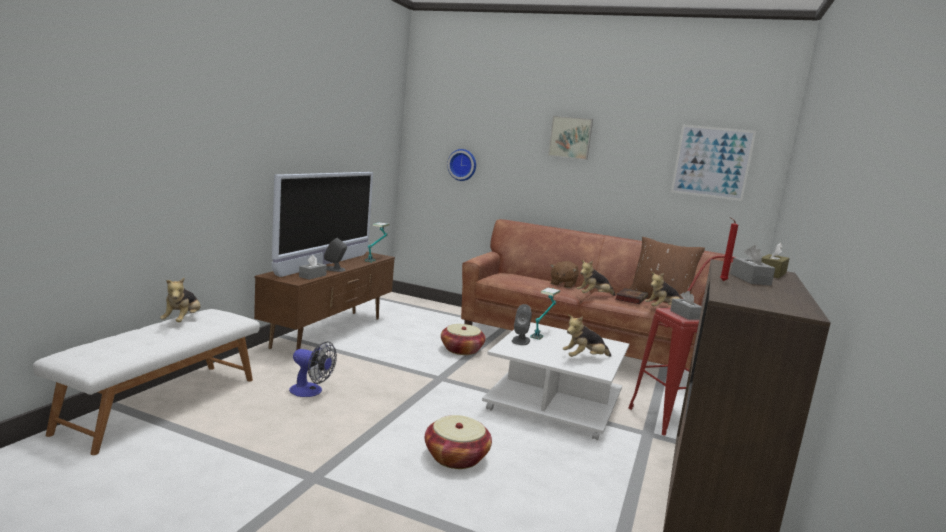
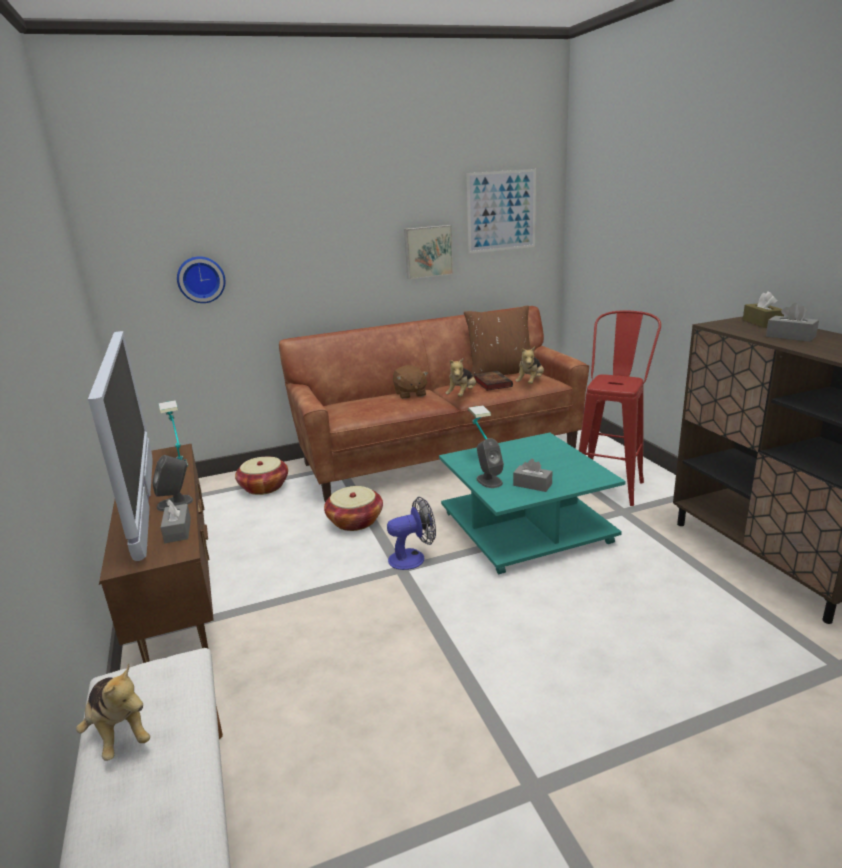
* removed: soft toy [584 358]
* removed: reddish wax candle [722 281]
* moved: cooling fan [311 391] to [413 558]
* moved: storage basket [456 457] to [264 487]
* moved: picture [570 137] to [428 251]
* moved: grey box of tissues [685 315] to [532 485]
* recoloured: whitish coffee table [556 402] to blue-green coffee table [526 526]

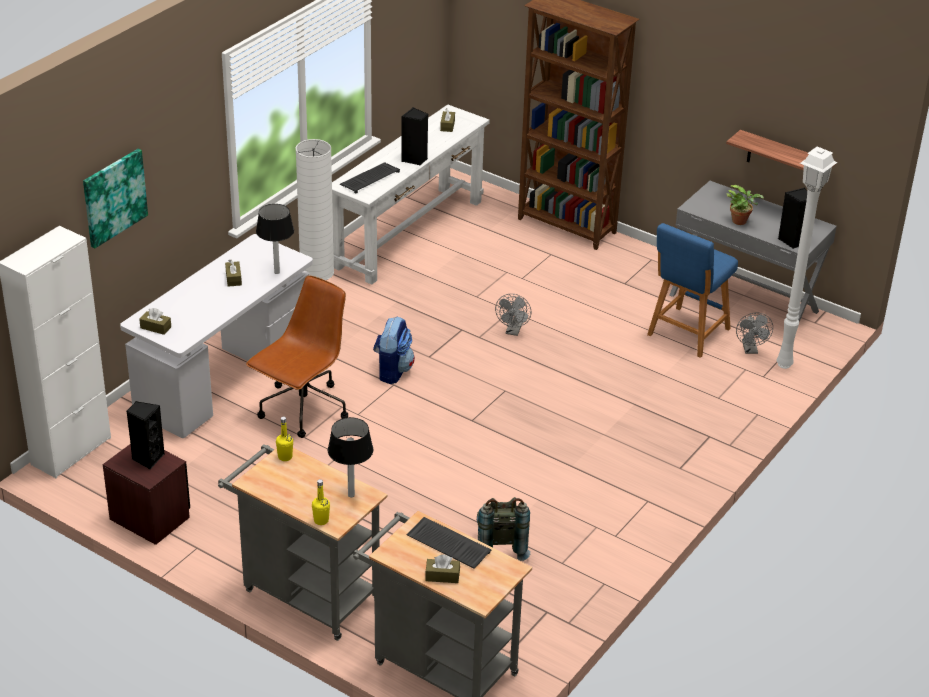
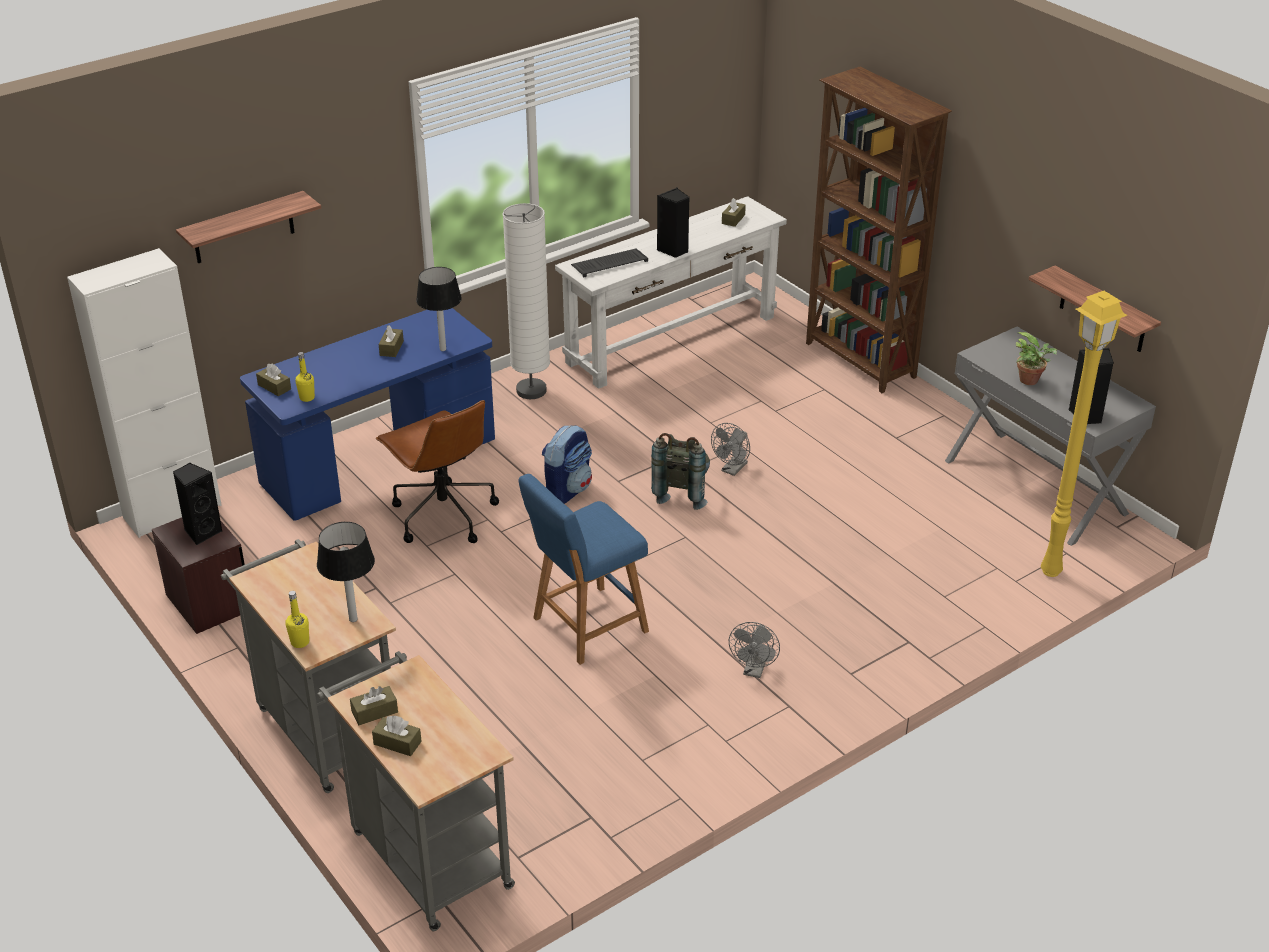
* removed: keyboard [447 544]
* added: brownish box of tissues [374 712]
* moved: yellowish drink bottle [285 457] to [307 398]
* moved: grey backpack [500 545] to [682 492]
* moved: blue-coloured sitting stool [686 334] to [585 627]
* moved: grey cooling fan [750 350] to [754 671]
* replaced: picture [114 197] to wall shelf [243 228]
* recoloured: whitish desk table [224 377] to blue-coloured desk table [379 462]
* recoloured: whitish standing lamp [785 364] to yellowish standing lamp [1052 571]
* turned: brownish office chair [303 410] = [442 514] 90 degrees clockwise

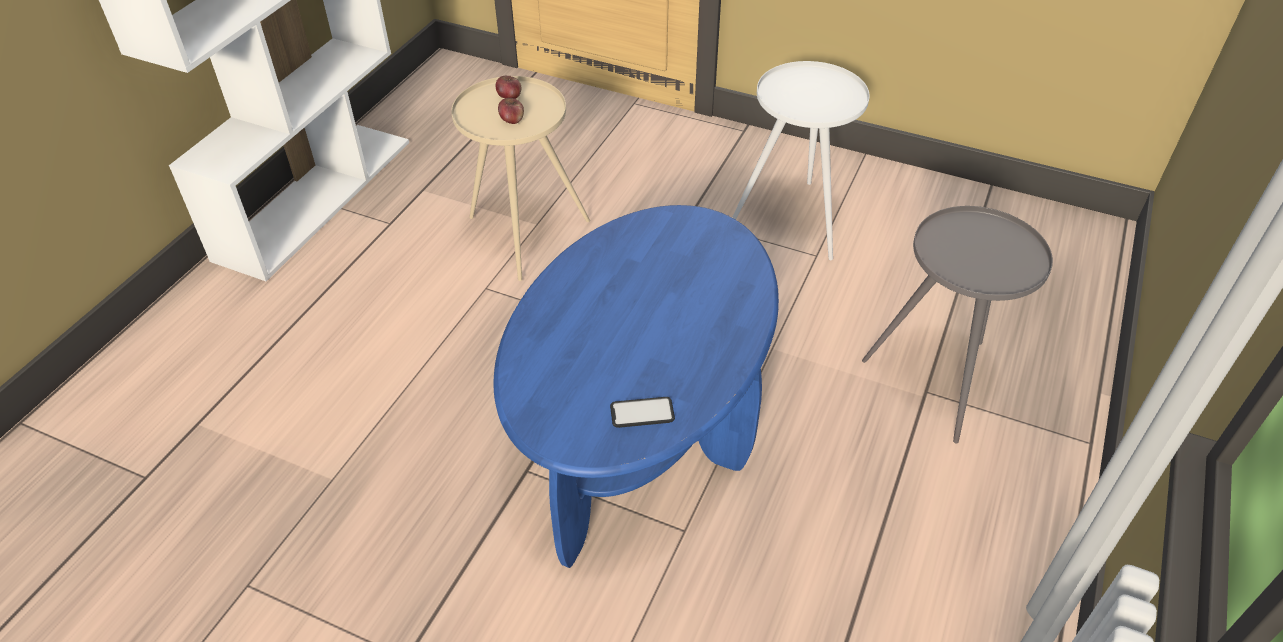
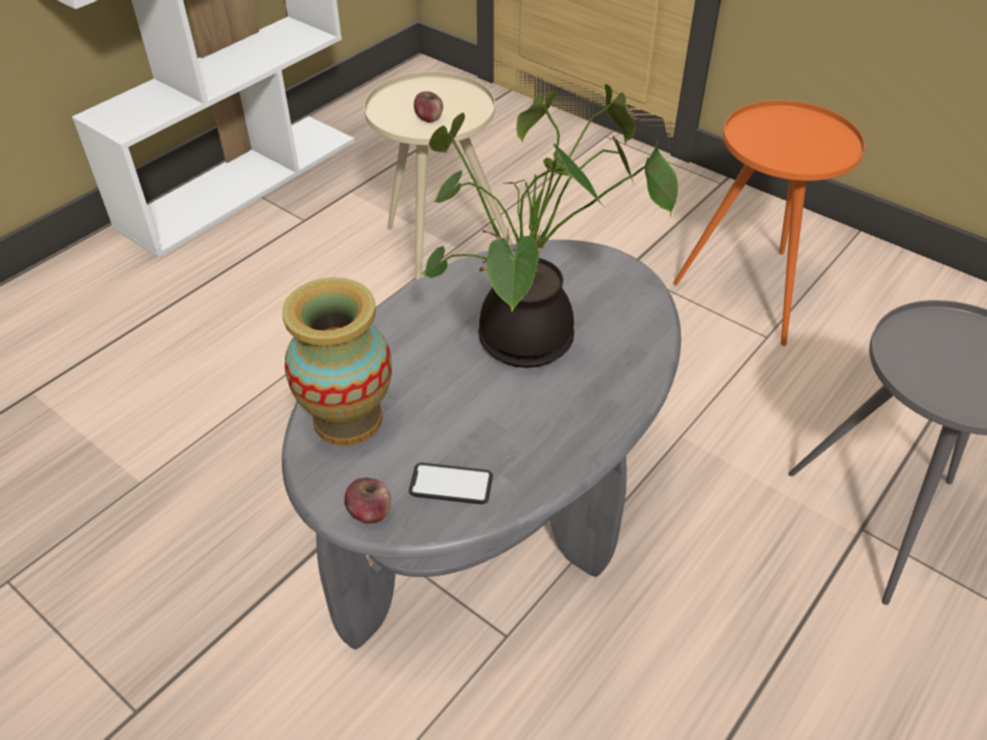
* added: flower vase [348 419]
* added: houseplant [527 345]
* moved: whole apple [509 97] to [370 512]
* recoloured: blue-coloured coffee table [641 434] to grey coffee table [493 506]
* recoloured: whitish side table [794 219] to orange side table [752 290]

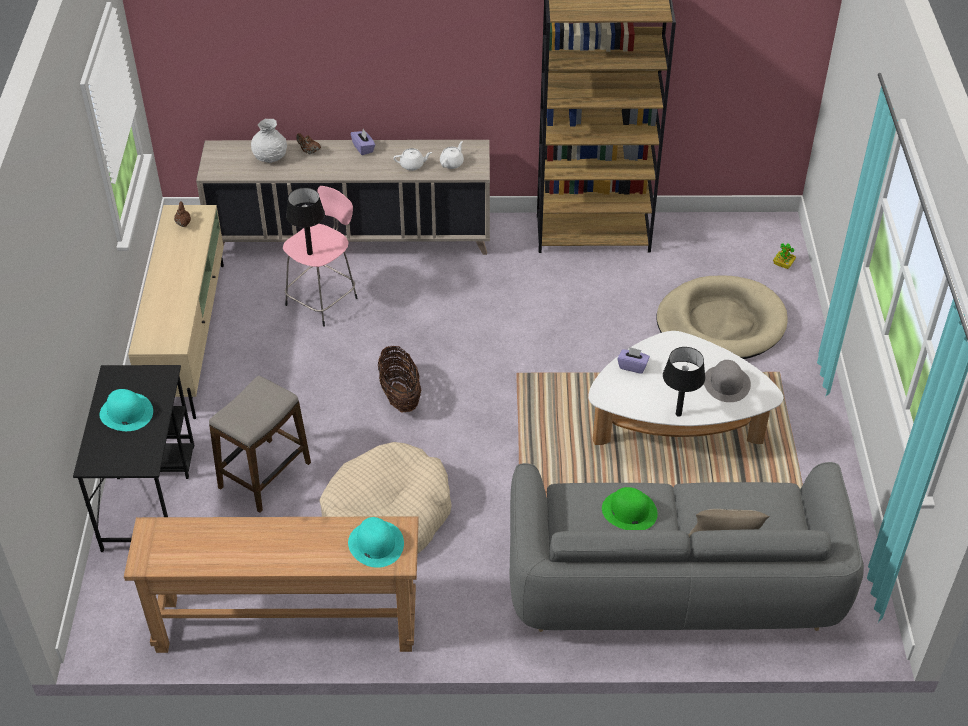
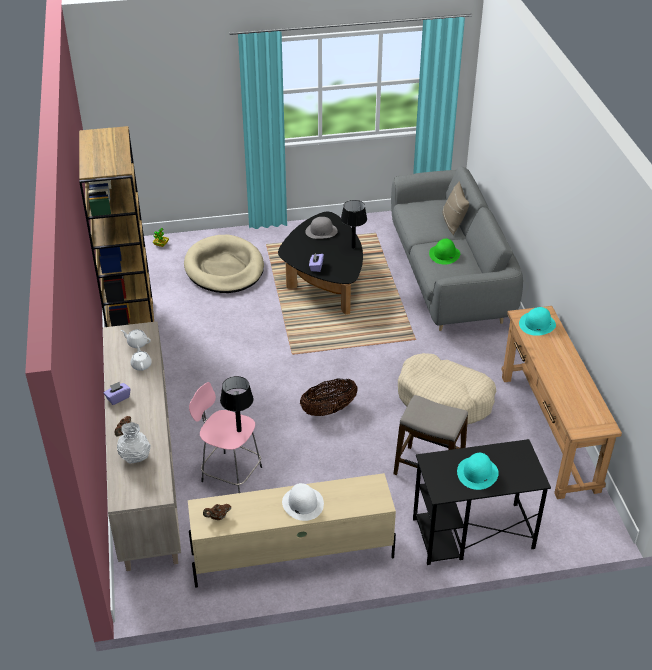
* added: whitish wearable hat [302 503]
* recoloured: whitish coffee table [676 427] to blackish coffee table [324 282]

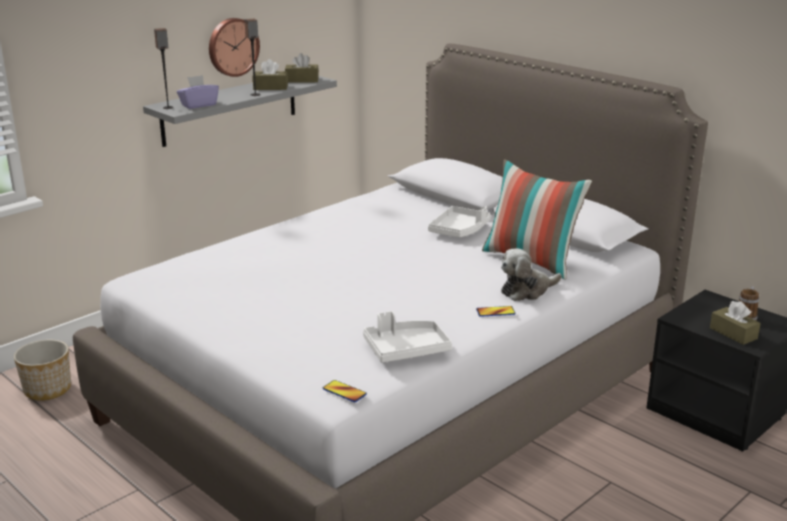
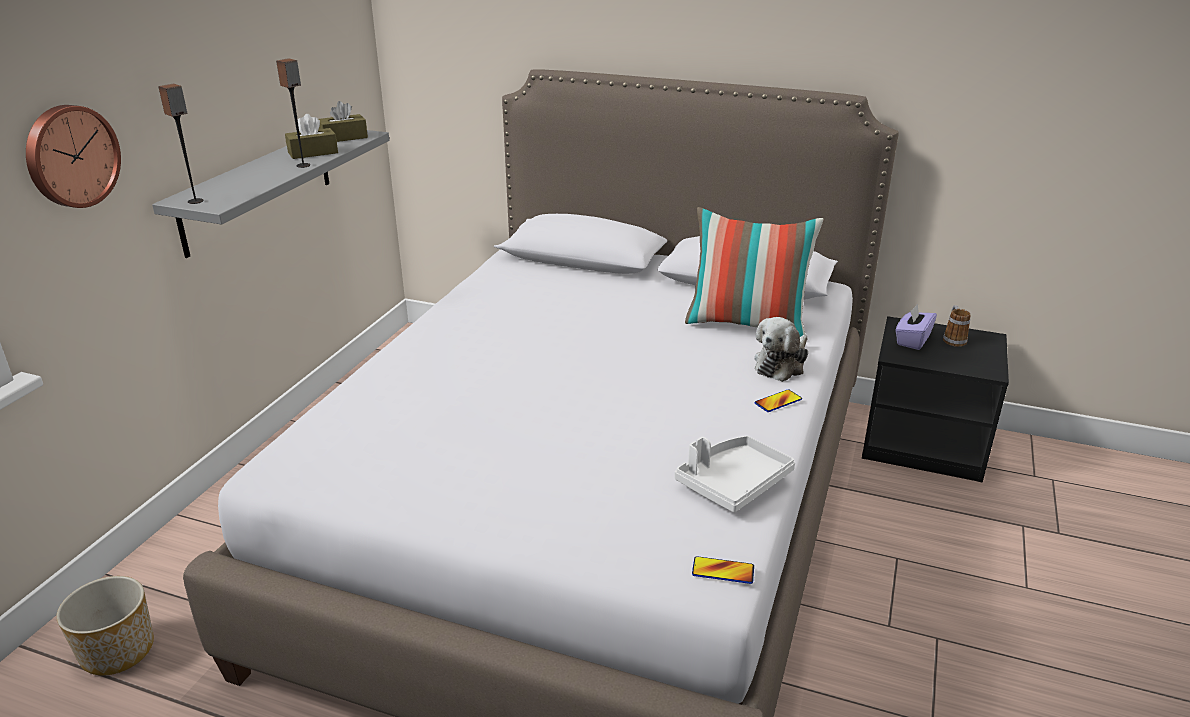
* removed: whitish serving tray [459 230]
* removed: brownish box of tissues [733 333]
* moved: purple box of tissues [198 105] to [912 340]
* moved: hanging clock [232 47] to [70 156]

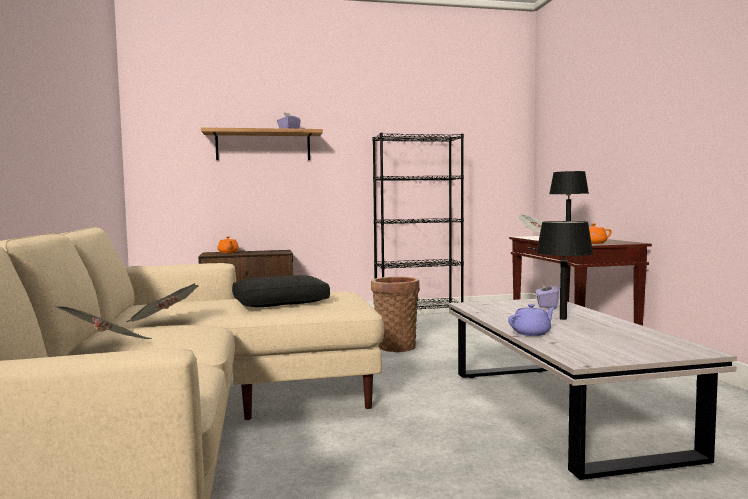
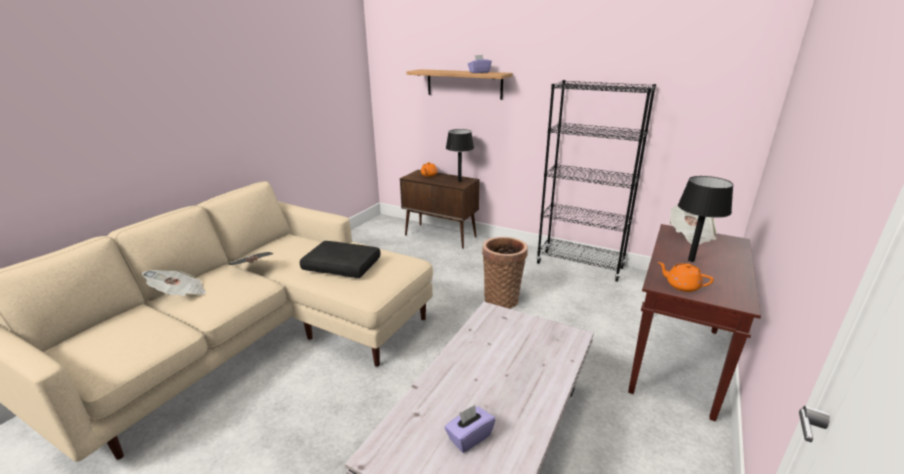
* removed: purple teapot [532 333]
* moved: purple box of tissues [546 305] to [469 437]
* moved: blackish lamp for a table [563 319] to [459 181]

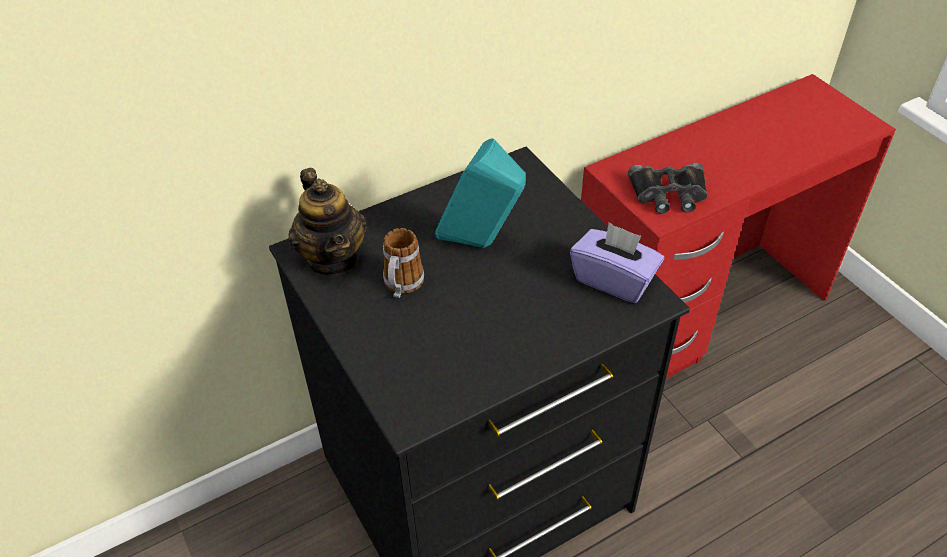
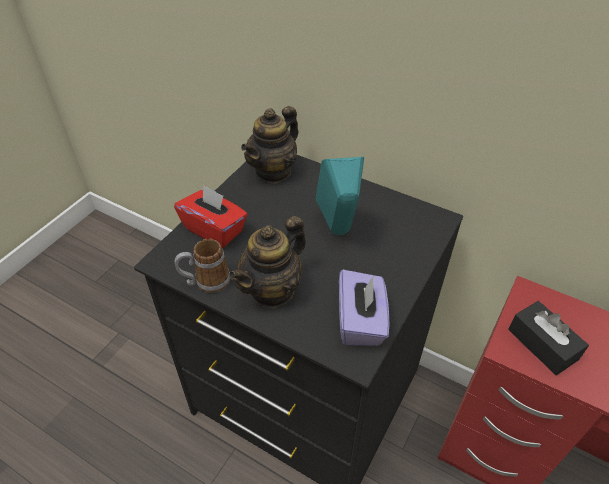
* added: reddish box of tissues [214 229]
* added: teapot [272 290]
* moved: tea mug [402 286] to [206 282]
* replaced: blackish pair of binoculars [668 194] to blackish box of tissues [542 344]

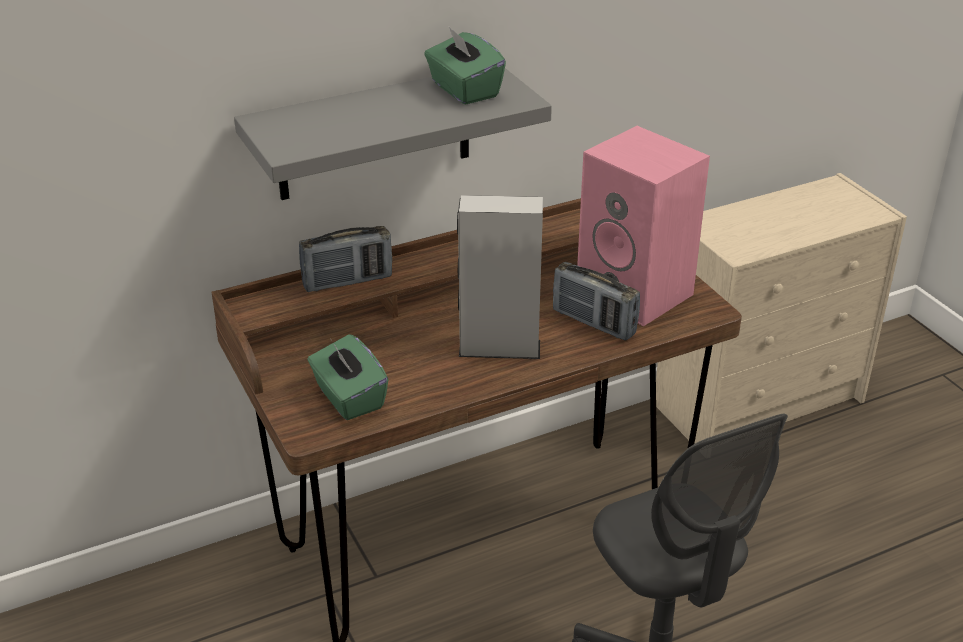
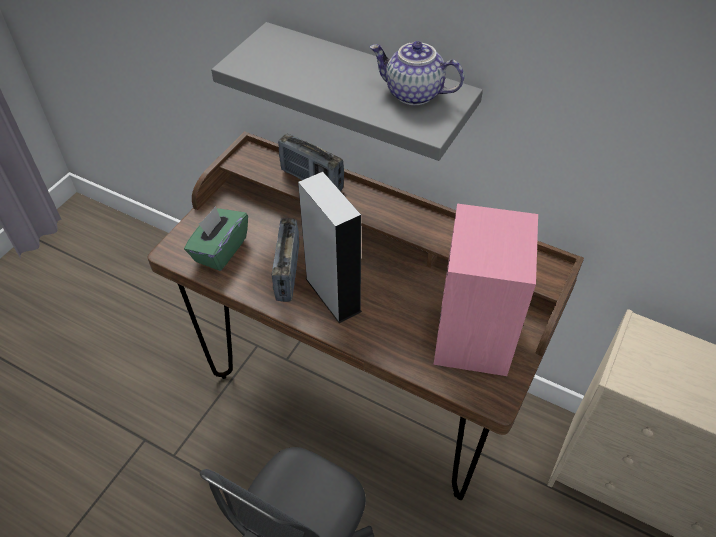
* moved: radio receiver [593 323] to [287 273]
* replaced: green box of tissues [464 90] to teapot [413 94]

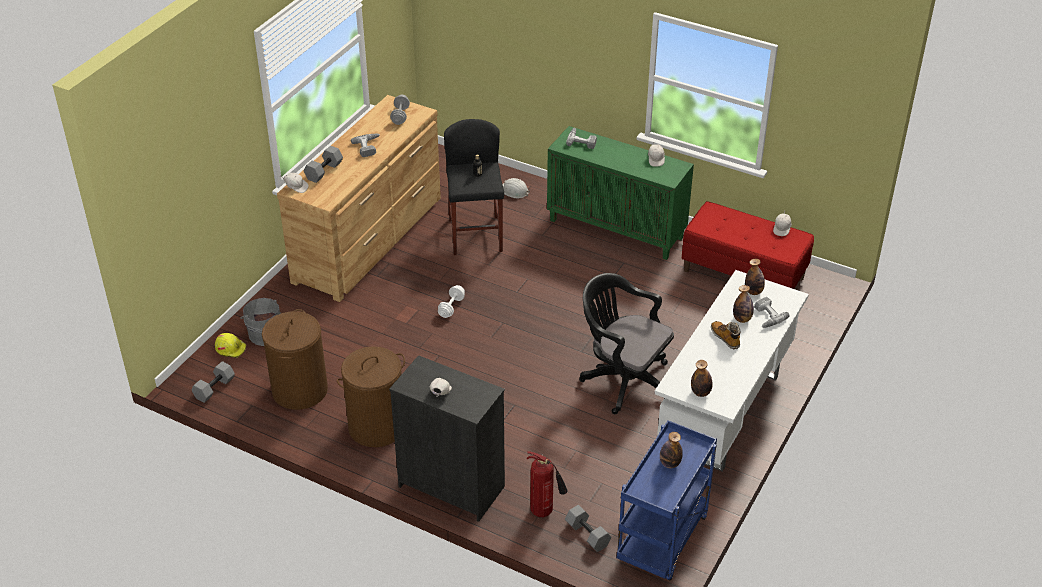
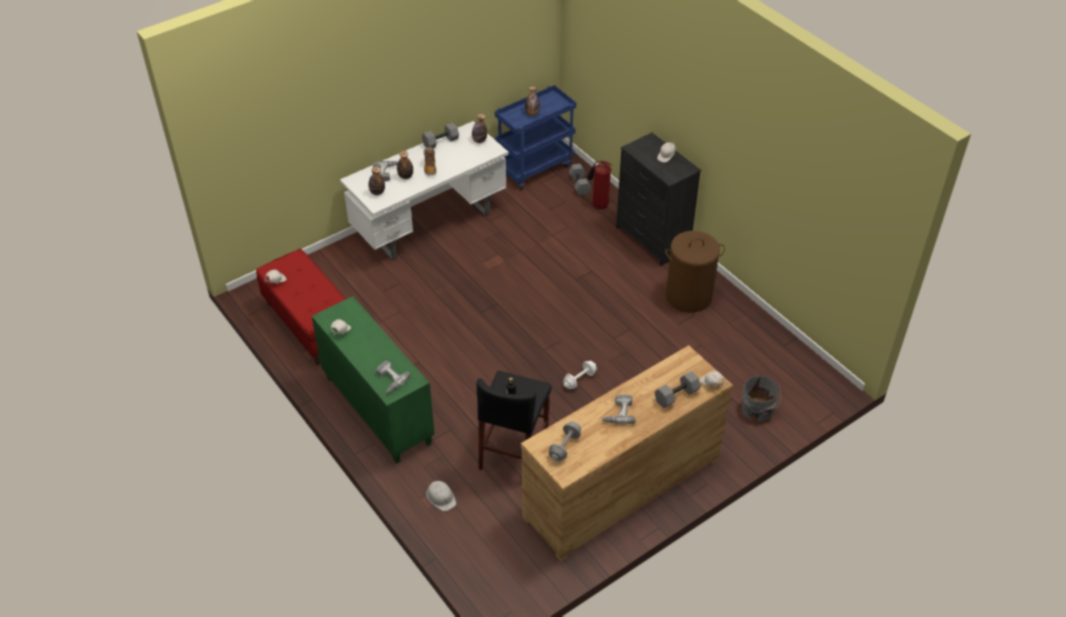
* removed: yellowish work helmet [231 348]
* removed: brownish washing basket [299 390]
* removed: blackish office chair [623 380]
* moved: grey hand weight [214 388] to [440 142]

